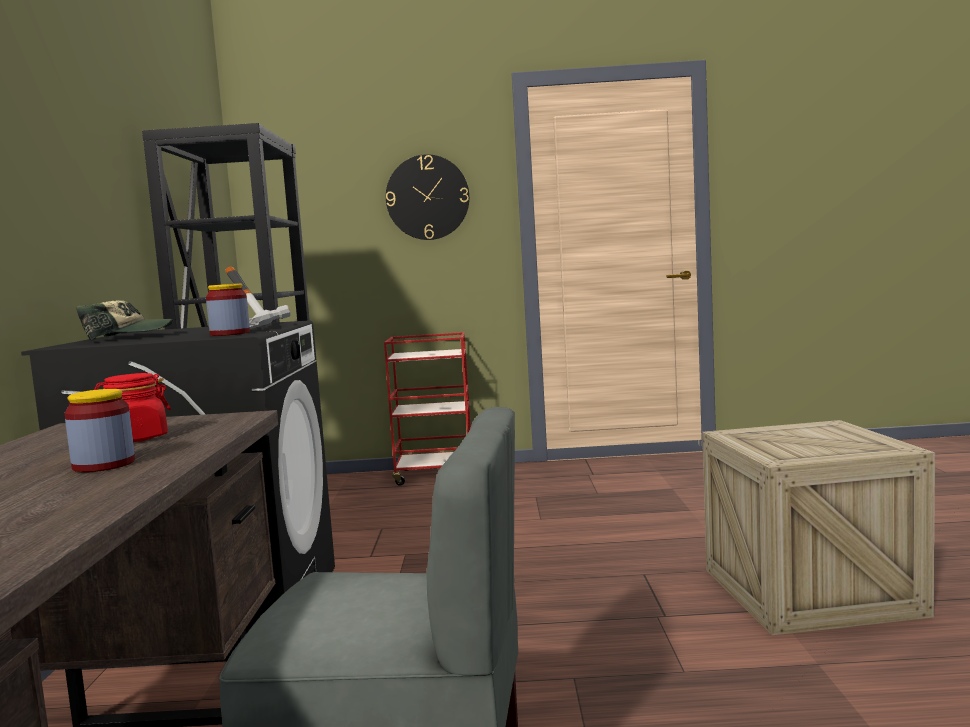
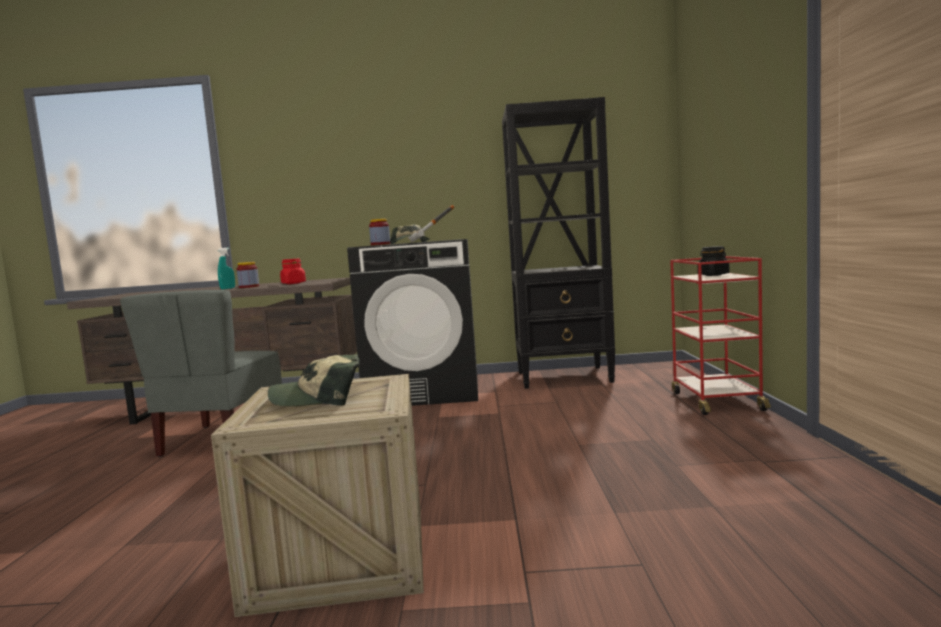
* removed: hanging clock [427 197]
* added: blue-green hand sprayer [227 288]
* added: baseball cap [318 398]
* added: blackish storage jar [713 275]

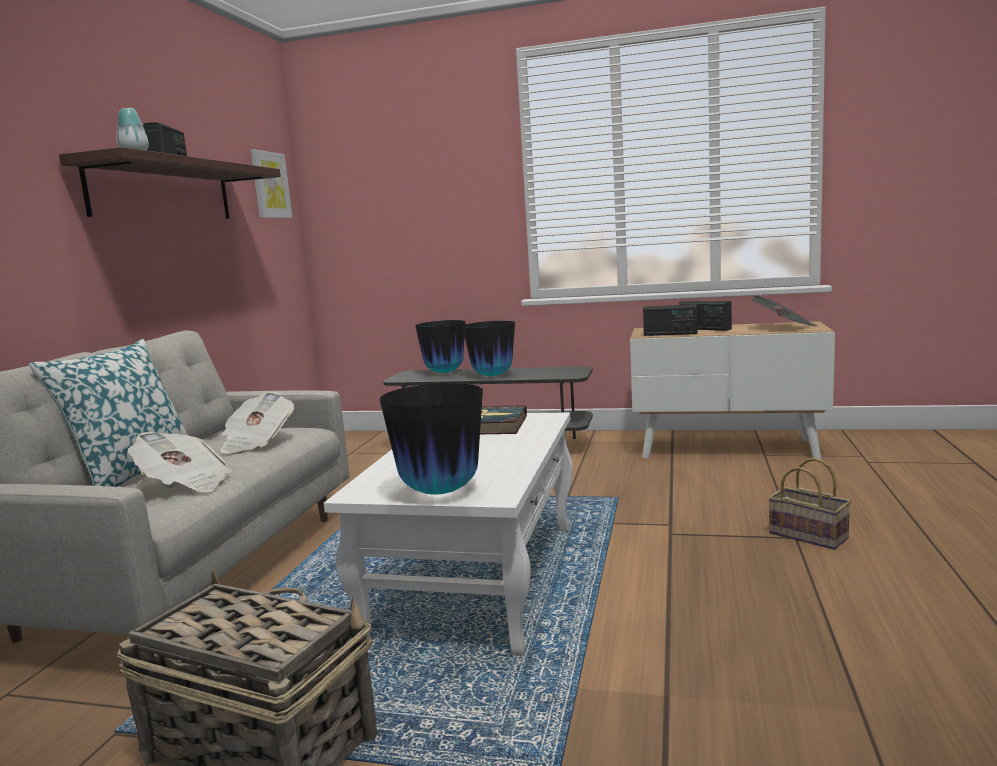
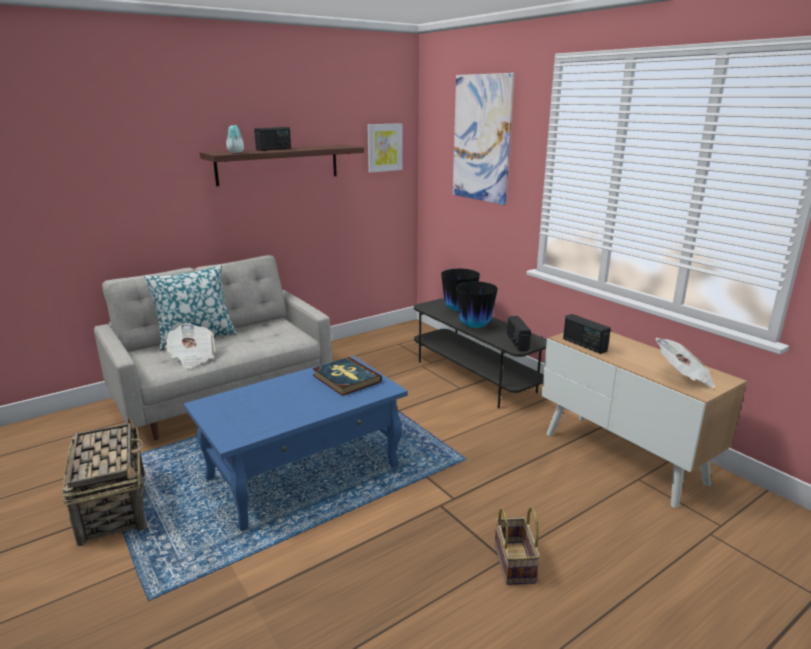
* removed: printed paper [257 442]
* removed: flower vase [440 492]
* added: picture [481 139]
* moved: radio receiver [705 329] to [517 343]
* recoloured: whitish coffee table [478 577] to blue-coloured coffee table [305 471]

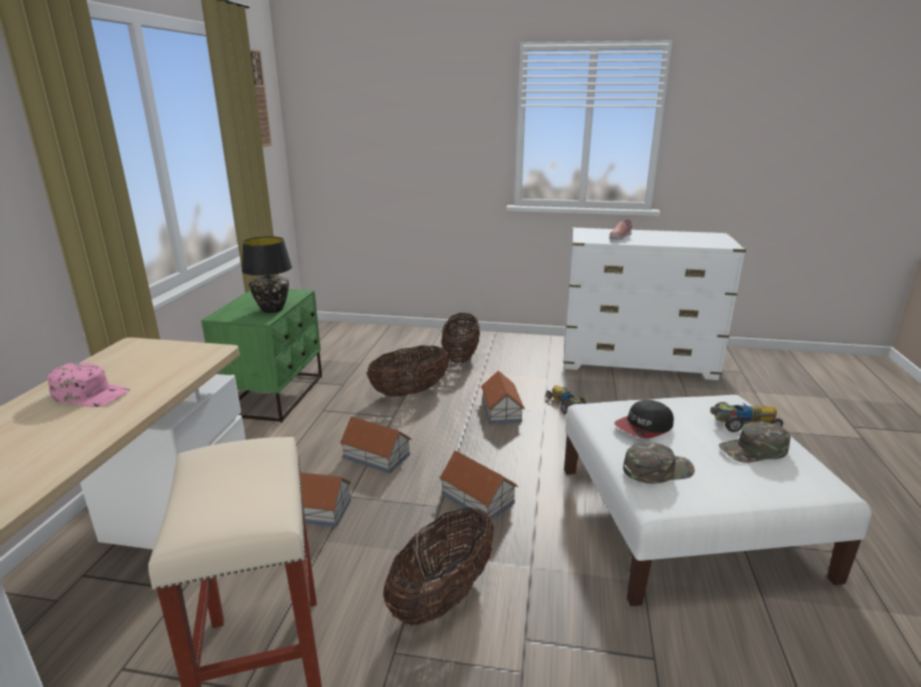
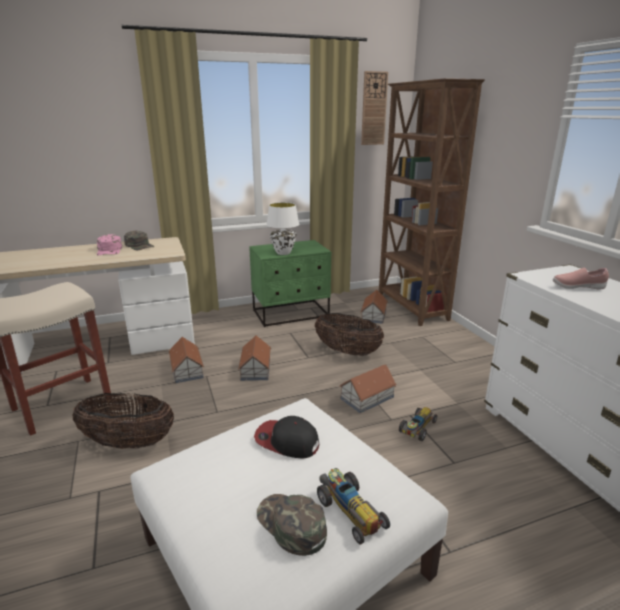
* removed: storage basket [460 357]
* added: brownish shelving unit [411 307]
* moved: toy house [477 498] to [374 315]
* moved: green baseball cap [657 469] to [140 245]
* recoloured: blackish lamp for a table [272 310] to whitish lamp for a table [283 253]

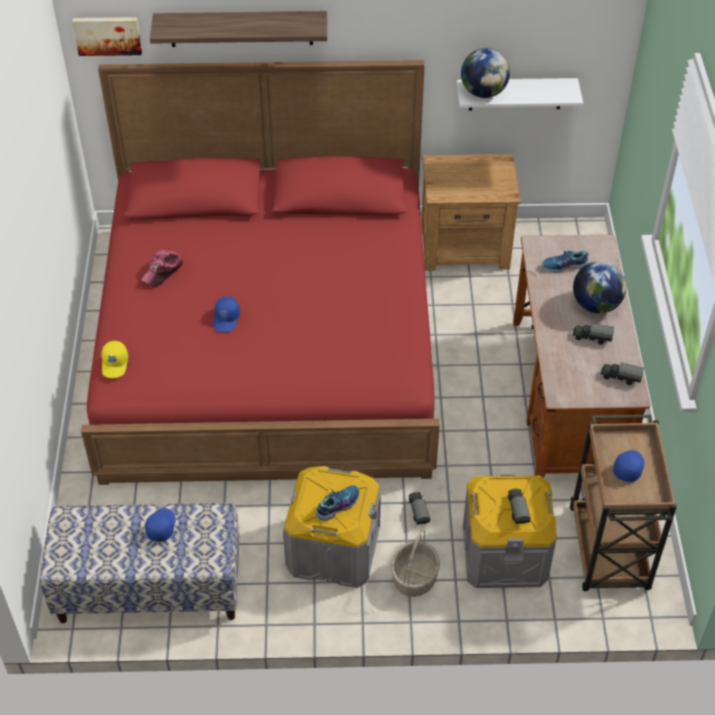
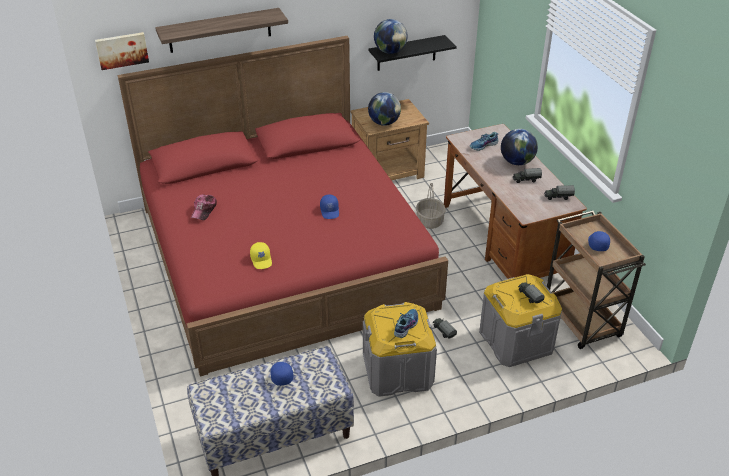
* added: globe [384 123]
* moved: yellowish baseball cap [115 364] to [261 260]
* moved: blue-coloured baseball cap [226 319] to [330 211]
* moved: storage basket [414 577] to [429 221]
* recoloured: whitish wall shelf [515 94] to blackish wall shelf [406 53]

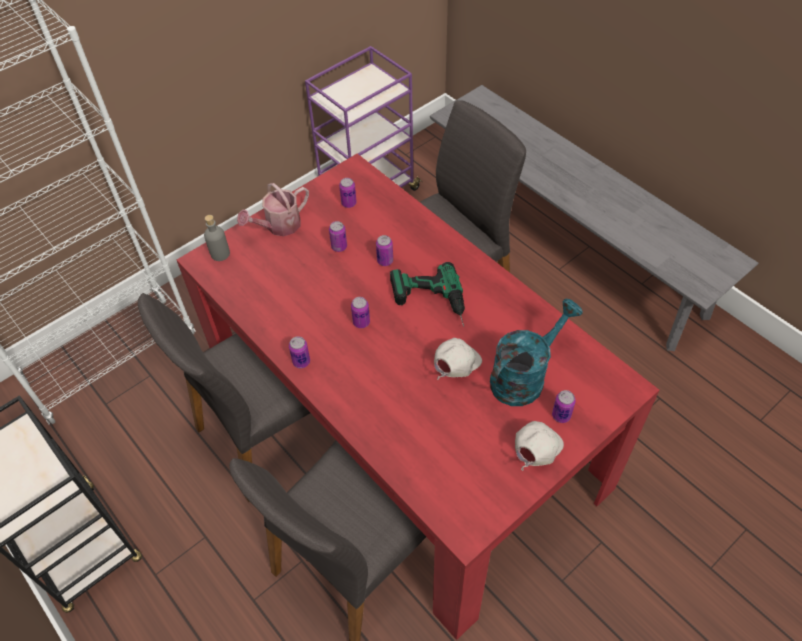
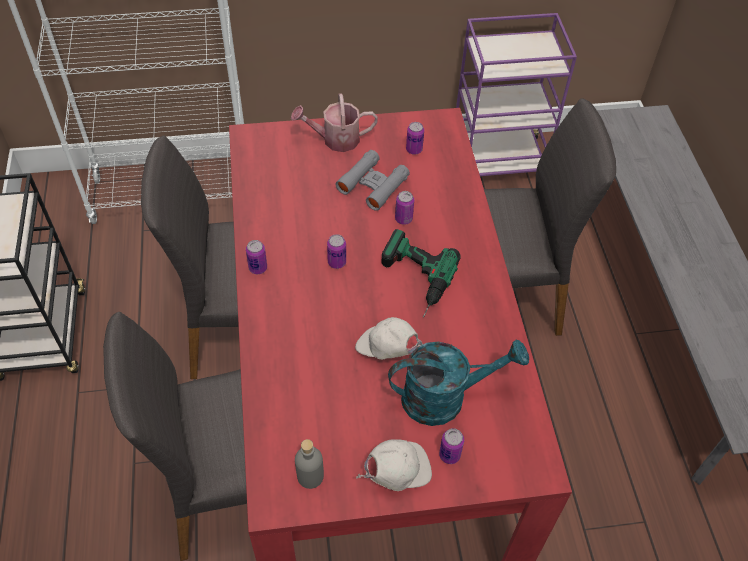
* moved: grey drink bottle [220 254] to [310 476]
* replaced: metal can [339 247] to grey pair of binoculars [373 184]
* turned: whitish baseball cap [455 367] = [387 350] 135 degrees counterclockwise

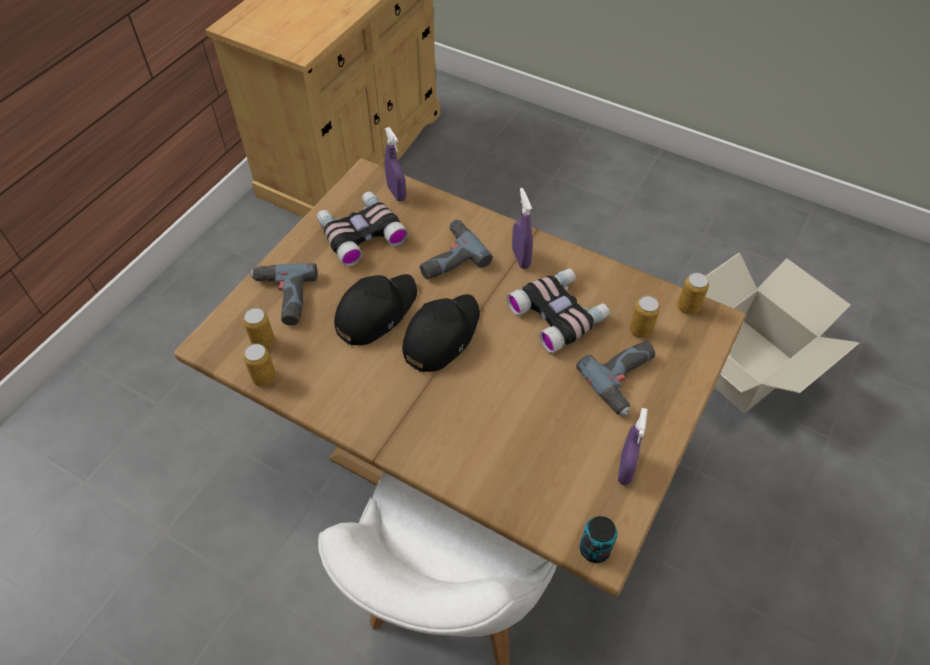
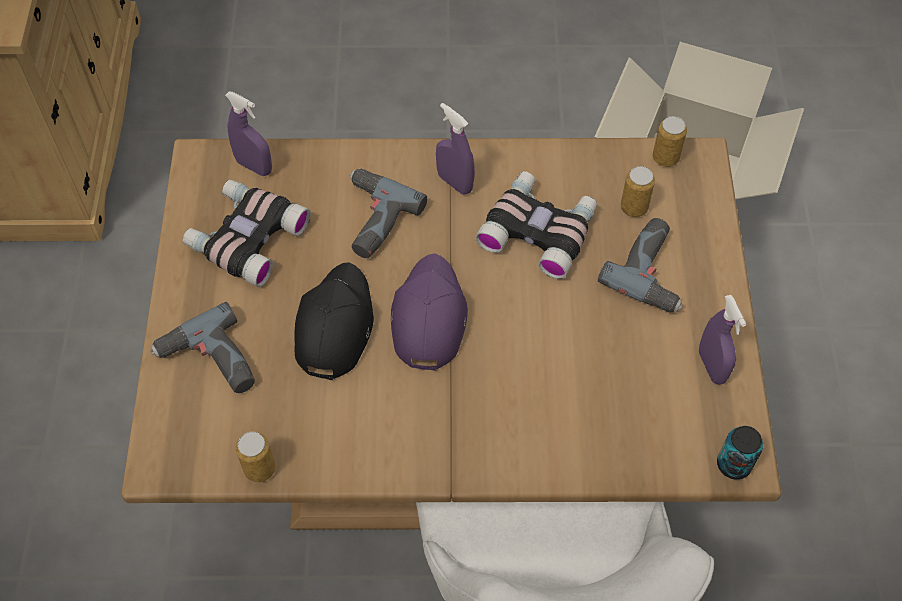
* removed: metal can [263 342]
* recoloured: blackish baseball cap [440 336] to purple baseball cap [427 317]

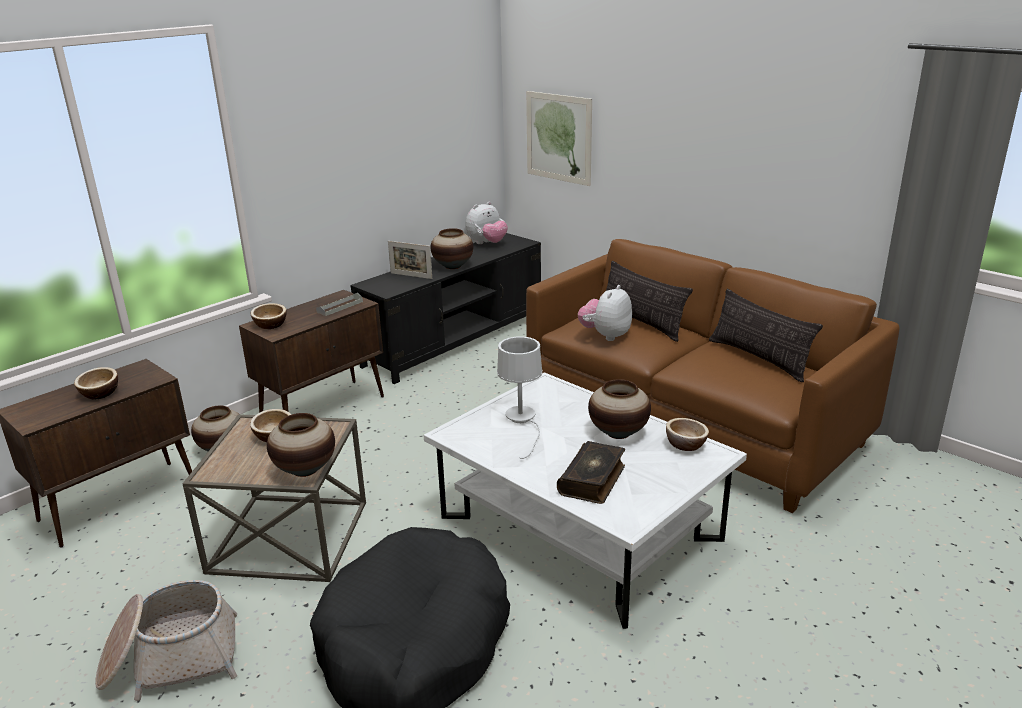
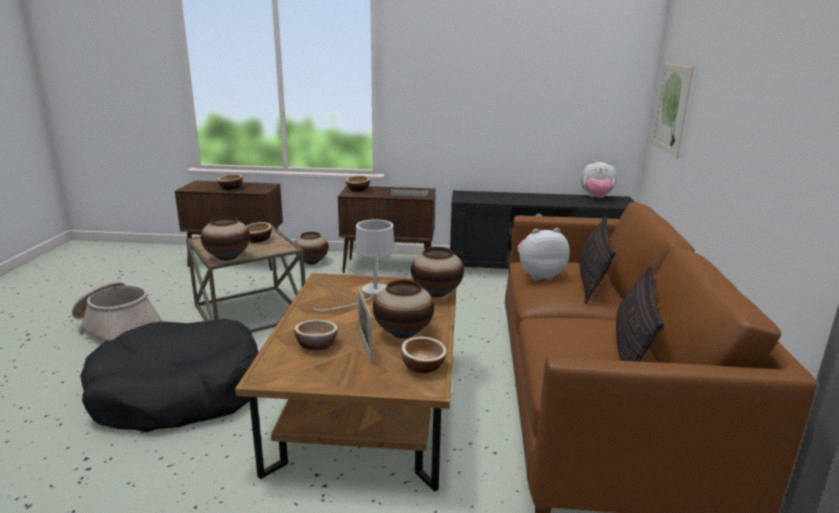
* moved: picture frame [411 276] to [365 346]
* moved: flower vase [452 266] to [436 293]
* replaced: volume [593 480] to bowl [316 344]
* recoloured: whitish coffee table [579 528] to brownish coffee table [368 406]

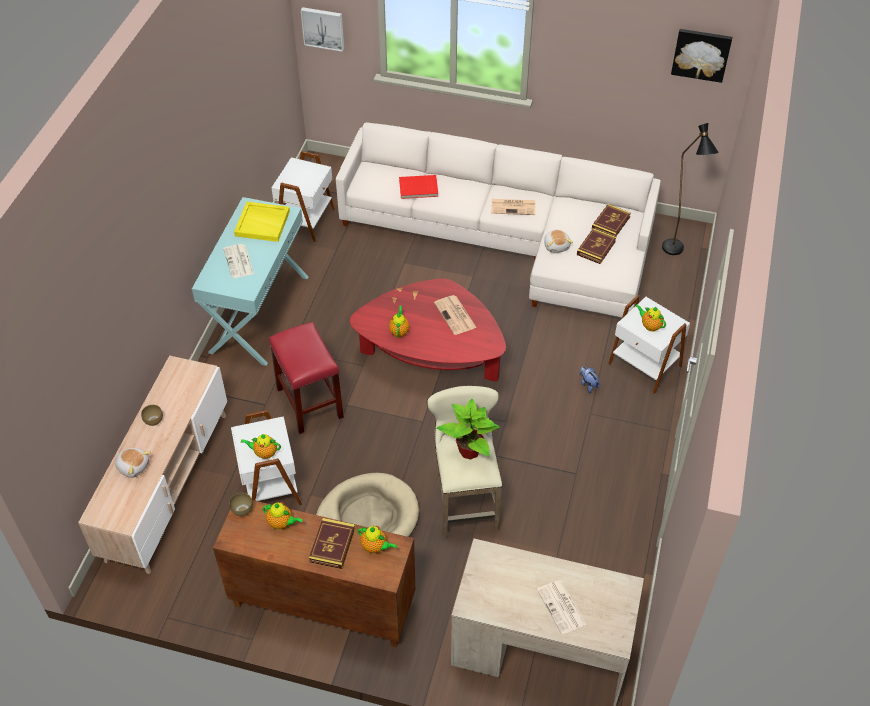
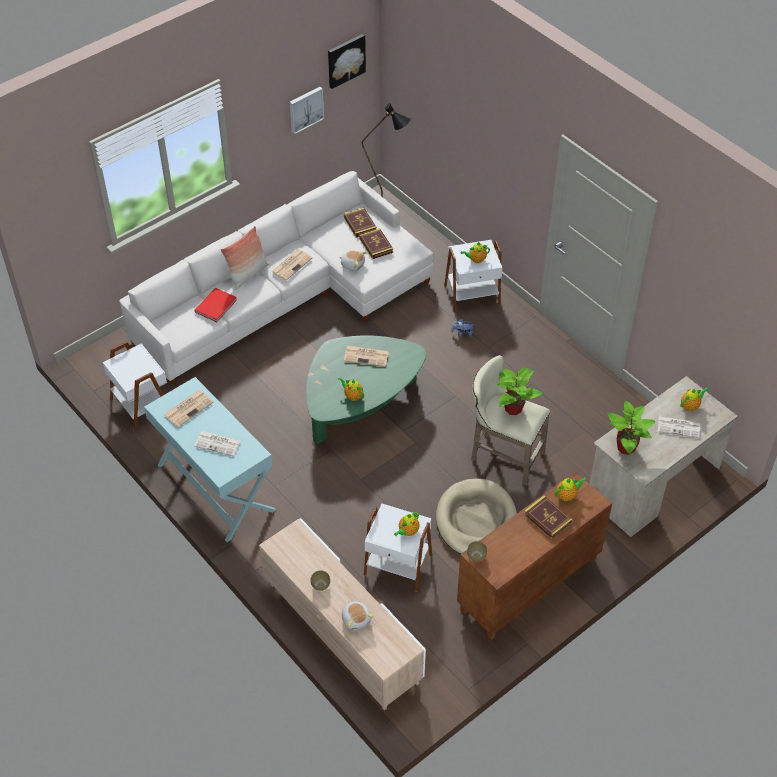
* removed: reddish sitting stool [309 402]
* added: cushion [248 274]
* added: houseplant [626 448]
* moved: teapot [282 523] to [690 406]
* moved: picture [323 28] to [305 109]
* replaced: yellowish serving tray [263 223] to printed paper [189 408]
* recoloured: reddish coffee table [431 358] to green coffee table [360 405]
* turned: soft toy [133 466] = [356 619] 90 degrees clockwise

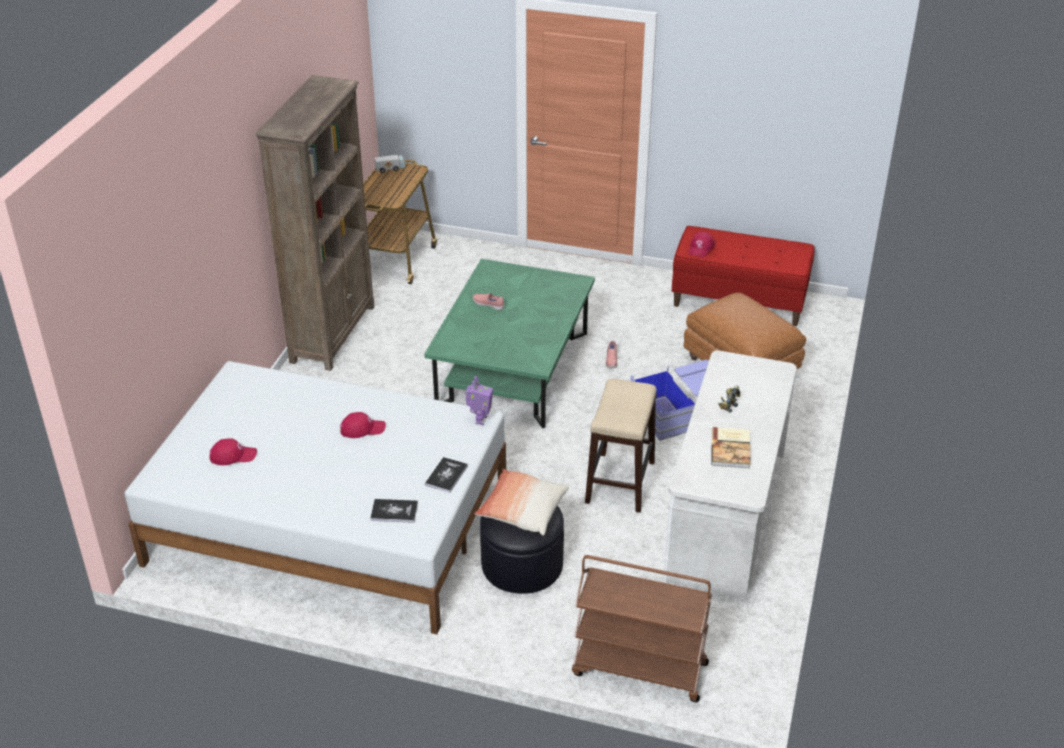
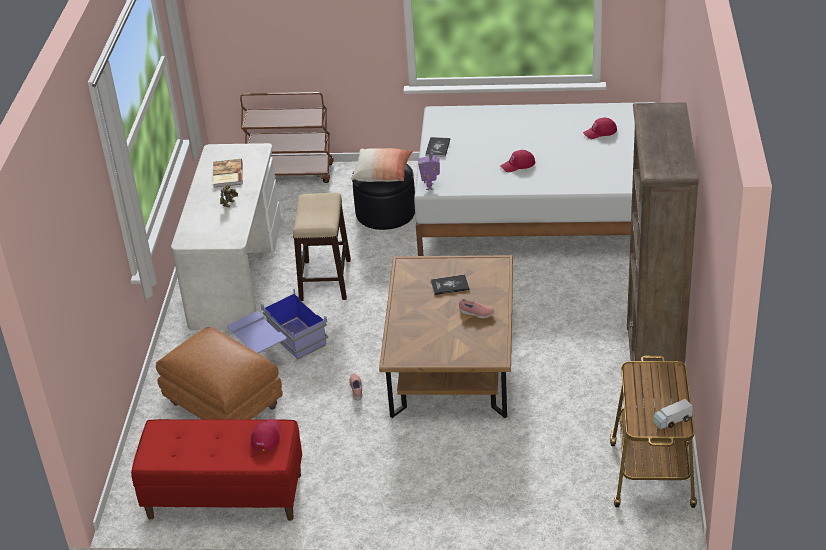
* moved: volume [394 511] to [450 285]
* recoloured: green coffee table [513 369] to brownish coffee table [451 362]

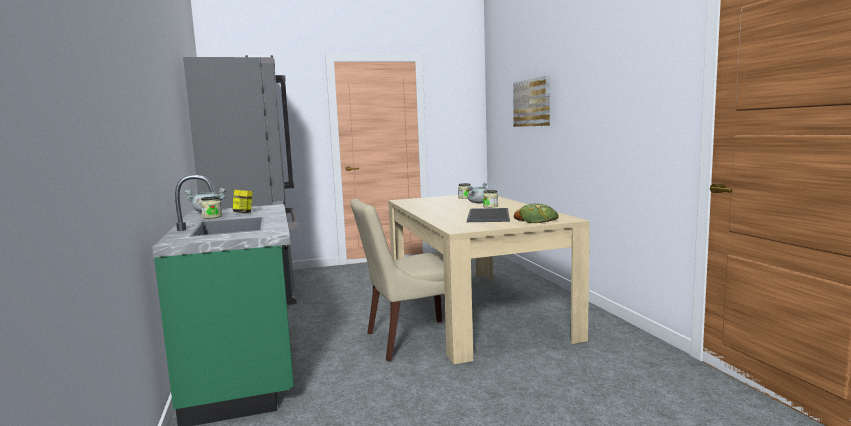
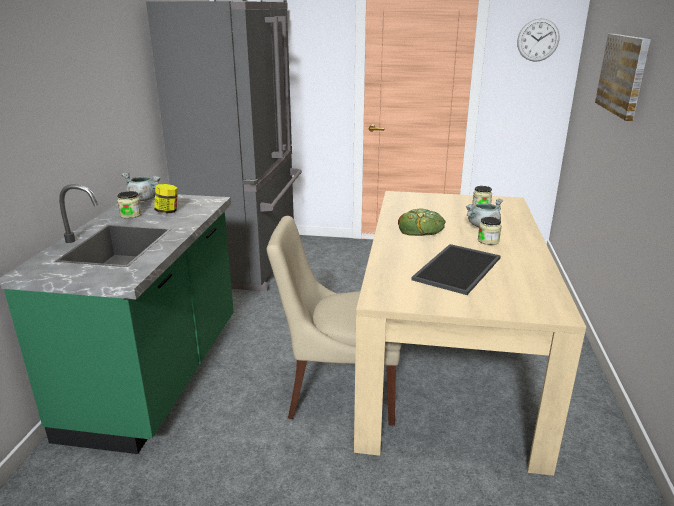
* added: hanging clock [538 40]
* moved: bakery bread [536 219] to [421 228]

